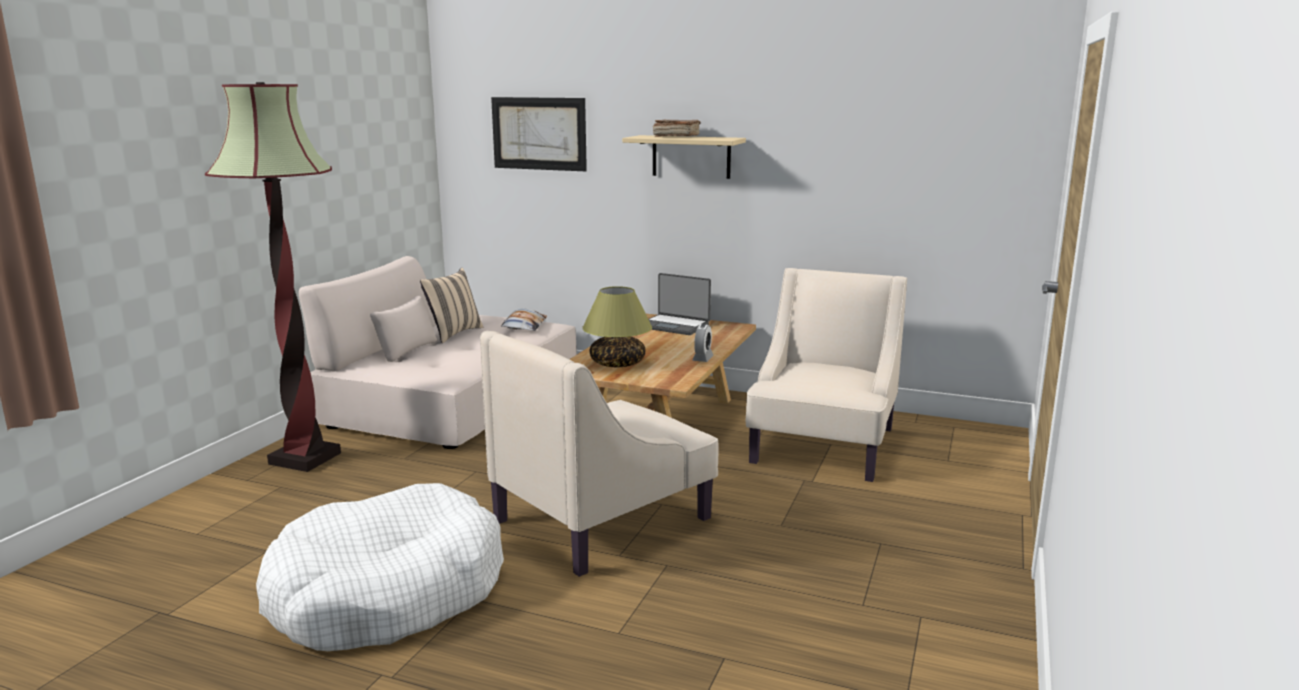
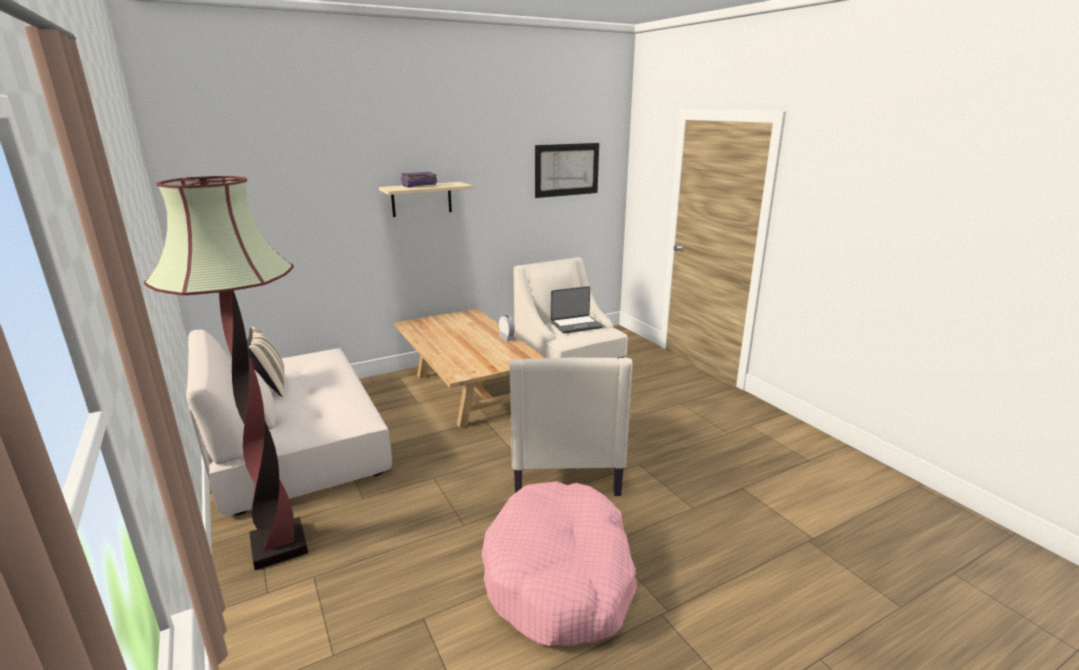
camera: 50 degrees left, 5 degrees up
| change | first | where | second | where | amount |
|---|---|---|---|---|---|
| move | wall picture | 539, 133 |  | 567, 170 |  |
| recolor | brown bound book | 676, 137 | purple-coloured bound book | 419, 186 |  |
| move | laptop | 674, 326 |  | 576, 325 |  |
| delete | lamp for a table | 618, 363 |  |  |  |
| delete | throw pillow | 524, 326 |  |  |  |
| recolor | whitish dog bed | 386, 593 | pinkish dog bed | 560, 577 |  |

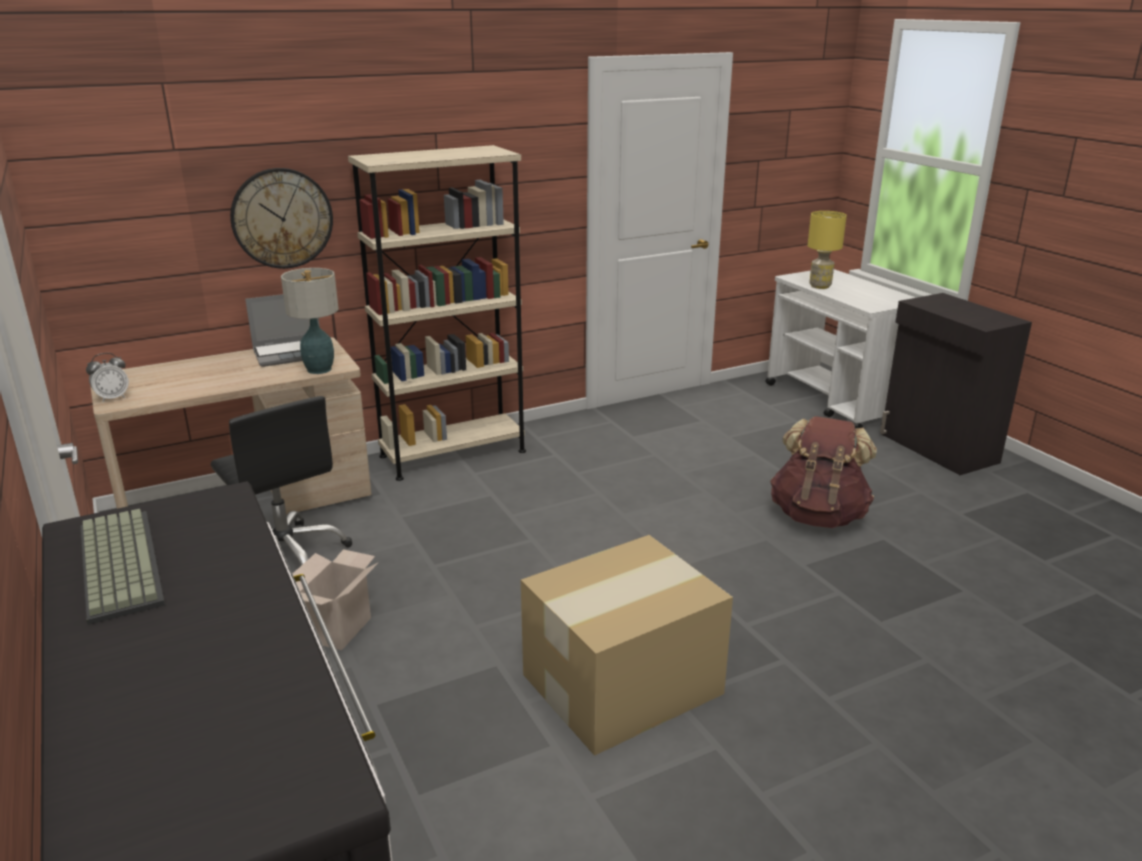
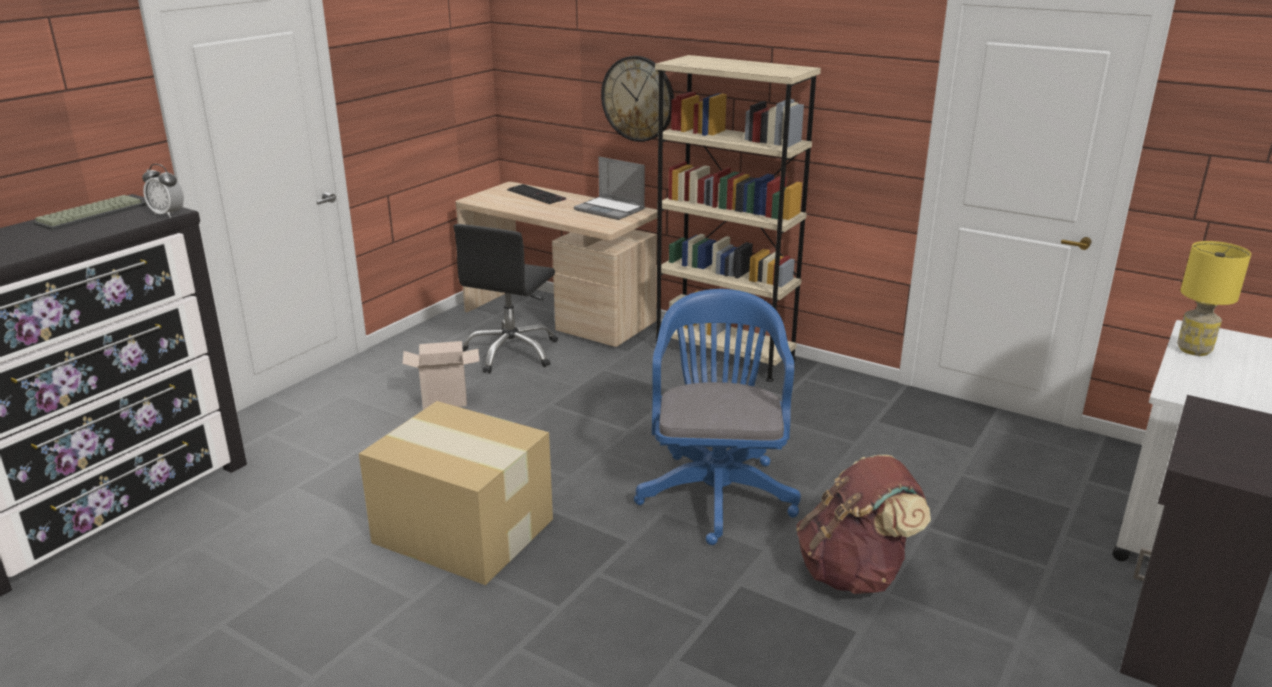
camera: 60 degrees right, 0 degrees up
| change | first | where | second | where | amount |
|---|---|---|---|---|---|
| delete | lamp for a table | 318, 369 |  |  |  |
| move | bedside clock | 112, 398 |  | 167, 214 |  |
| insert |  |  | keyboard | 537, 194 |  |
| insert |  |  | blue desk chair | 716, 491 |  |

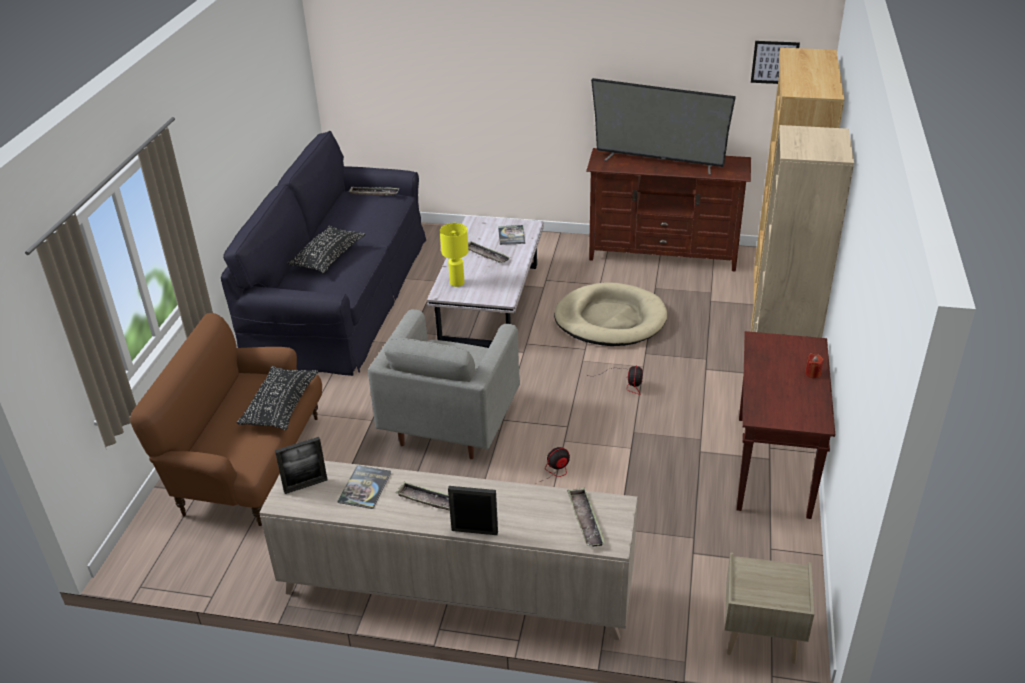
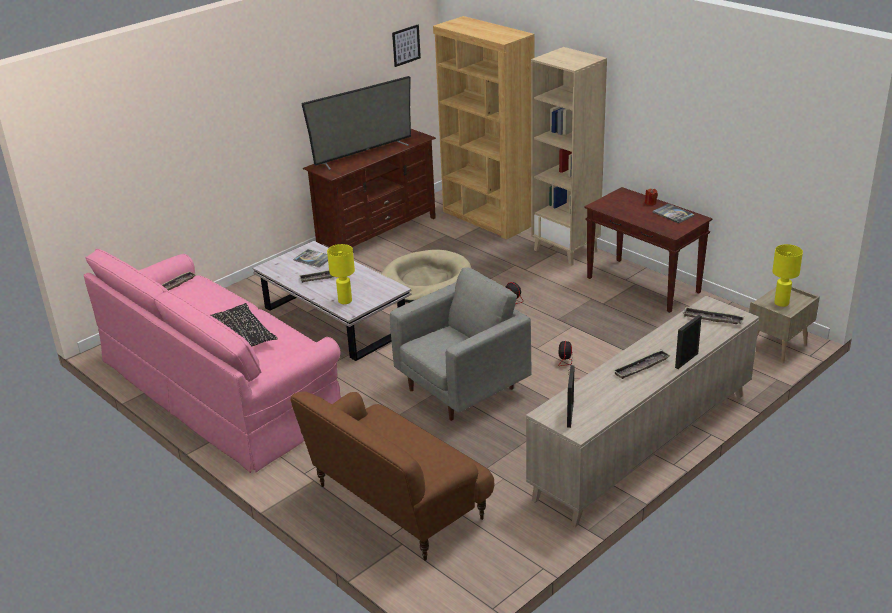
camera: 55 degrees left, 5 degrees down
| change | first | where | second | where | amount |
|---|---|---|---|---|---|
| recolor | black-coloured sofa | 341, 297 | pinkish sofa | 221, 387 |  |
| rotate | grey easy chair | 450, 424 |  | 462, 389 | 90 degrees counterclockwise |
| delete | black-coloured throw pillow | 280, 406 |  |  |  |
| move | bound book | 365, 487 |  | 673, 214 |  |
| insert |  |  | yellow-coloured lamp for a table | 781, 303 |  |

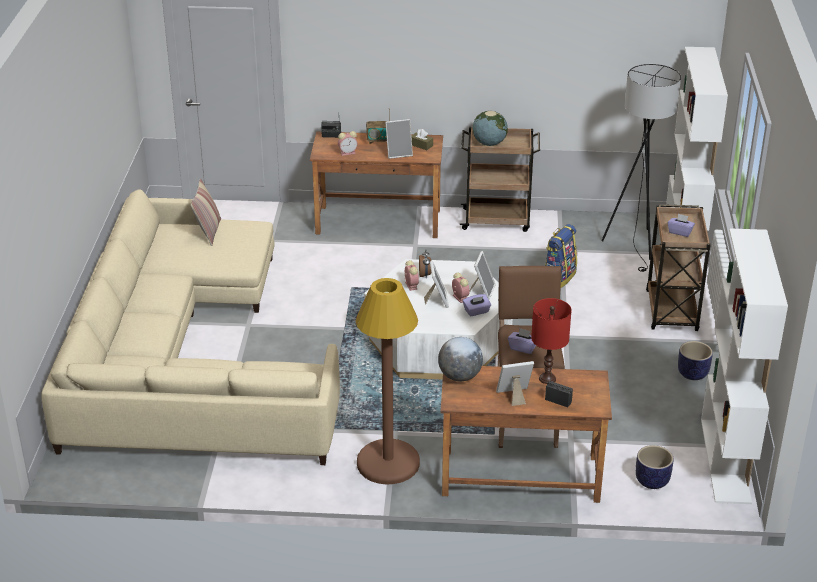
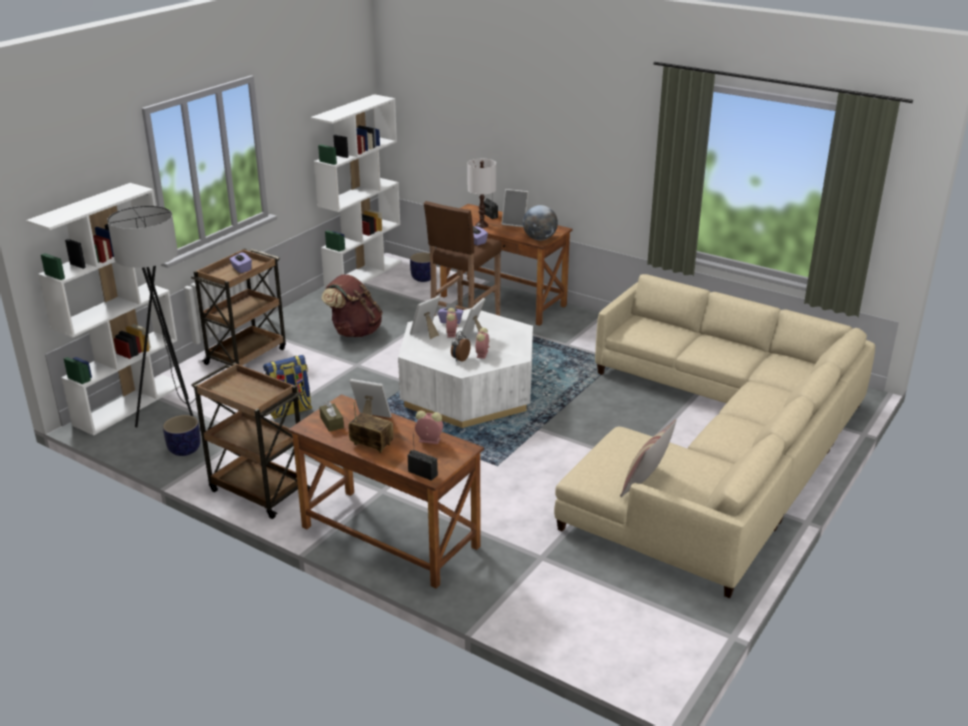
camera: 150 degrees left, 5 degrees down
| change | first | where | second | where | amount |
|---|---|---|---|---|---|
| delete | desk globe | 489, 143 |  |  |  |
| delete | brown floor lamp | 388, 463 |  |  |  |
| recolor | red-coloured lamp for a table | 547, 378 | whitish lamp for a table | 482, 225 |  |
| move | planter | 693, 374 |  | 184, 449 |  |
| insert |  |  | brown knapsack | 354, 332 |  |

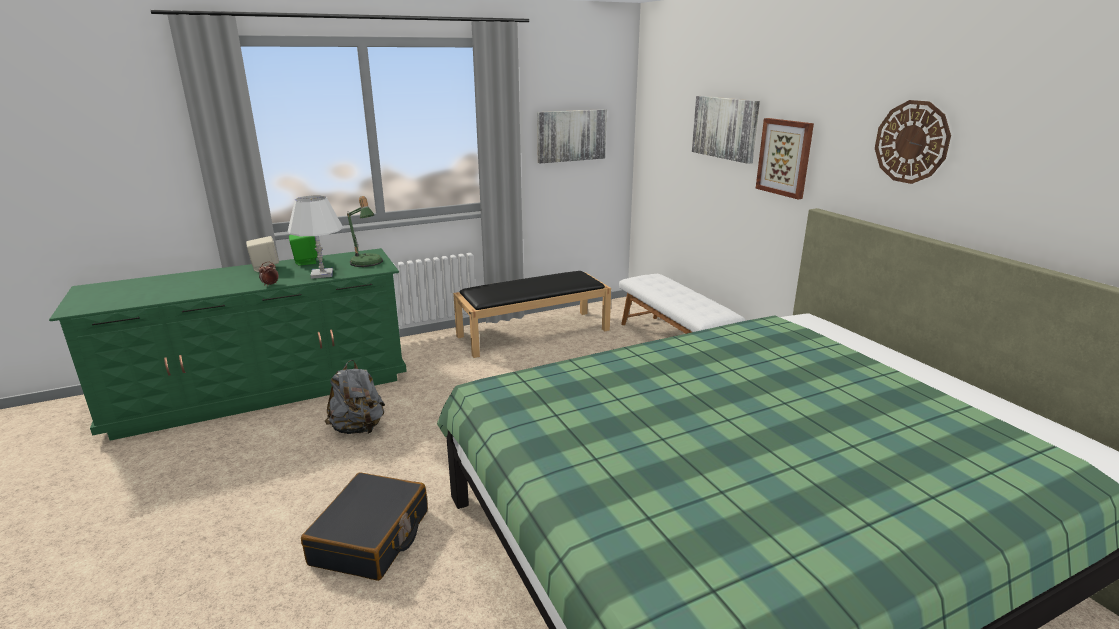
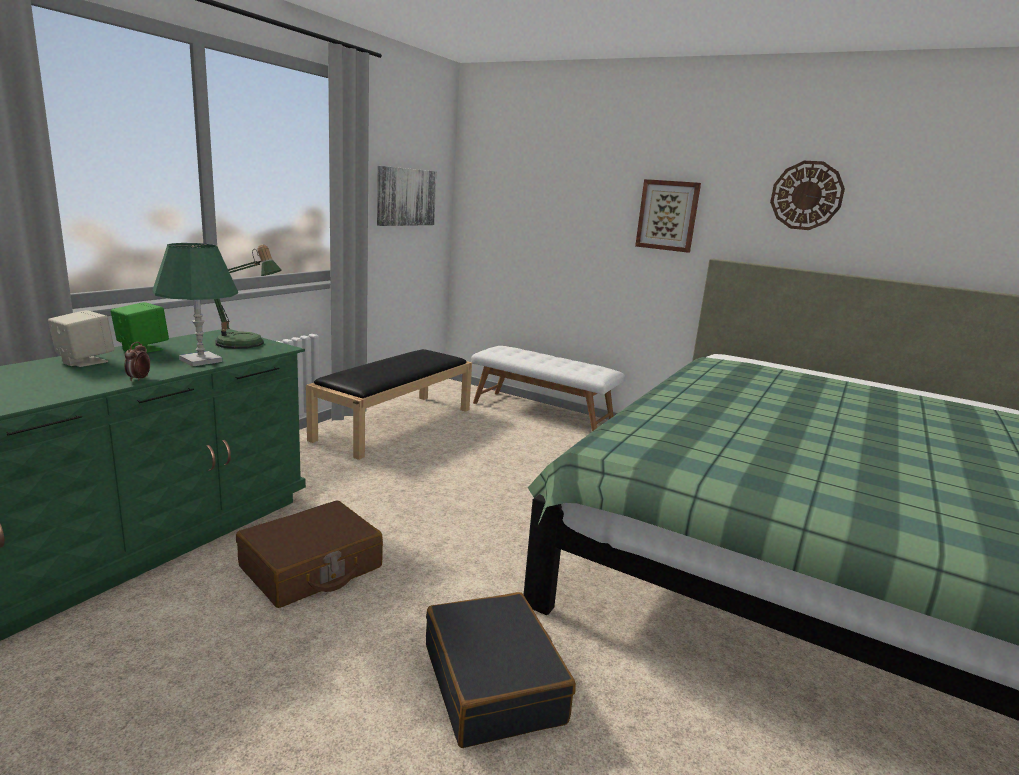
camera: 35 degrees left, 5 degrees down
| change | first | where | second | where | amount |
|---|---|---|---|---|---|
| delete | wall picture | 725, 128 |  |  |  |
| recolor | whitish lamp for a table | 322, 274 | green-coloured lamp for a table | 201, 360 |  |
| replace | grey knapsack | 358, 428 | brown piece of luggage | 311, 568 |  |

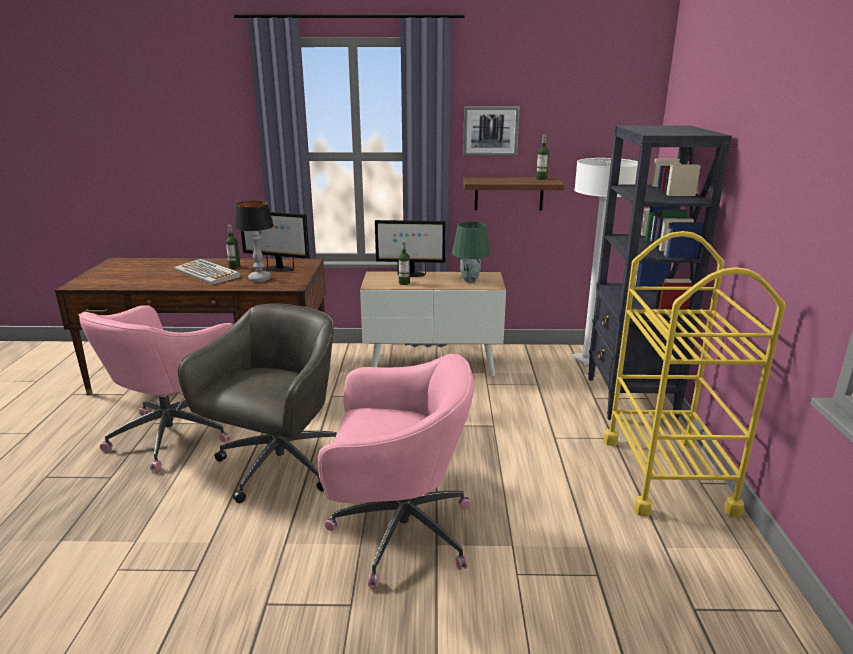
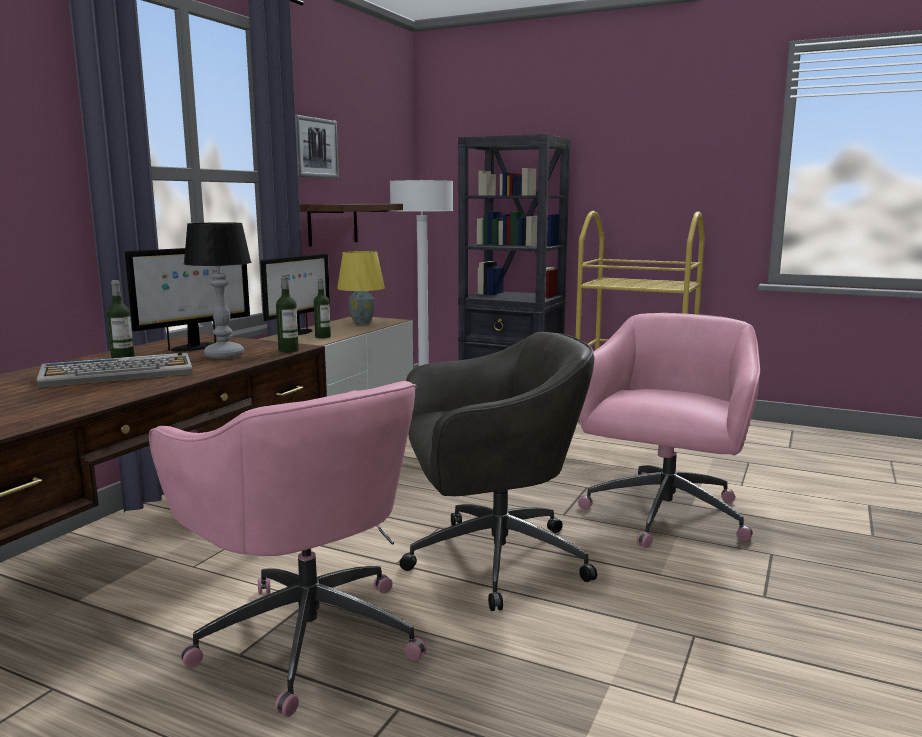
camera: 65 degrees left, 10 degrees down
| change | first | where | second | where | amount |
|---|---|---|---|---|---|
| move | beverage bottle | 541, 179 |  | 288, 350 |  |
| recolor | green-coloured lamp for a table | 470, 280 | yellow-coloured lamp for a table | 362, 323 |  |
| rotate | grey desk chair | 278, 466 |  | 492, 560 | 120 degrees clockwise |

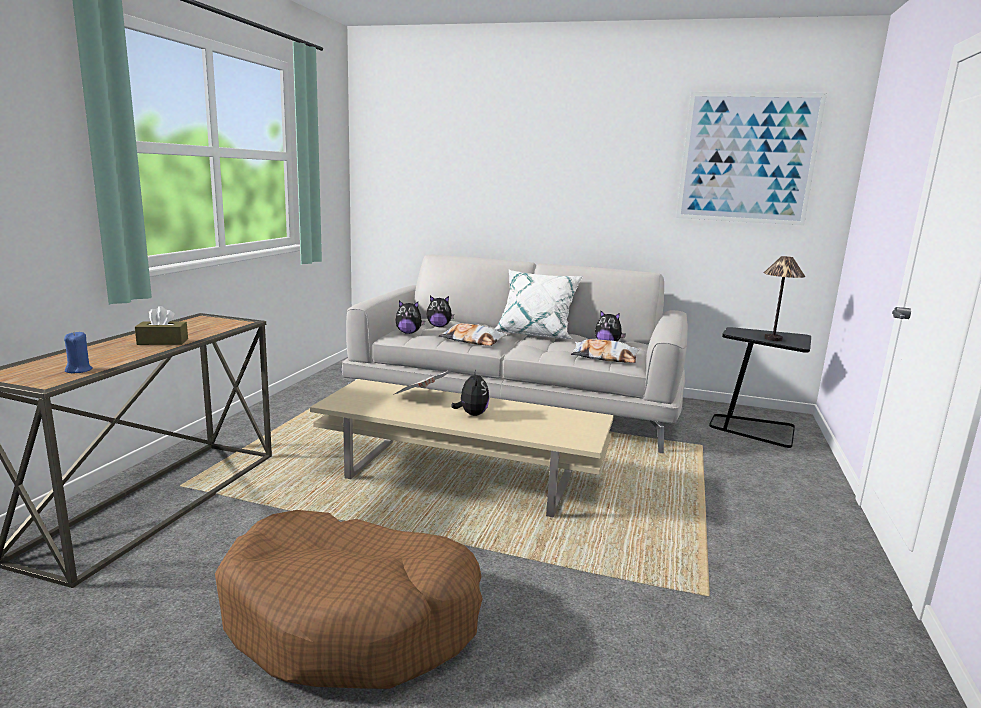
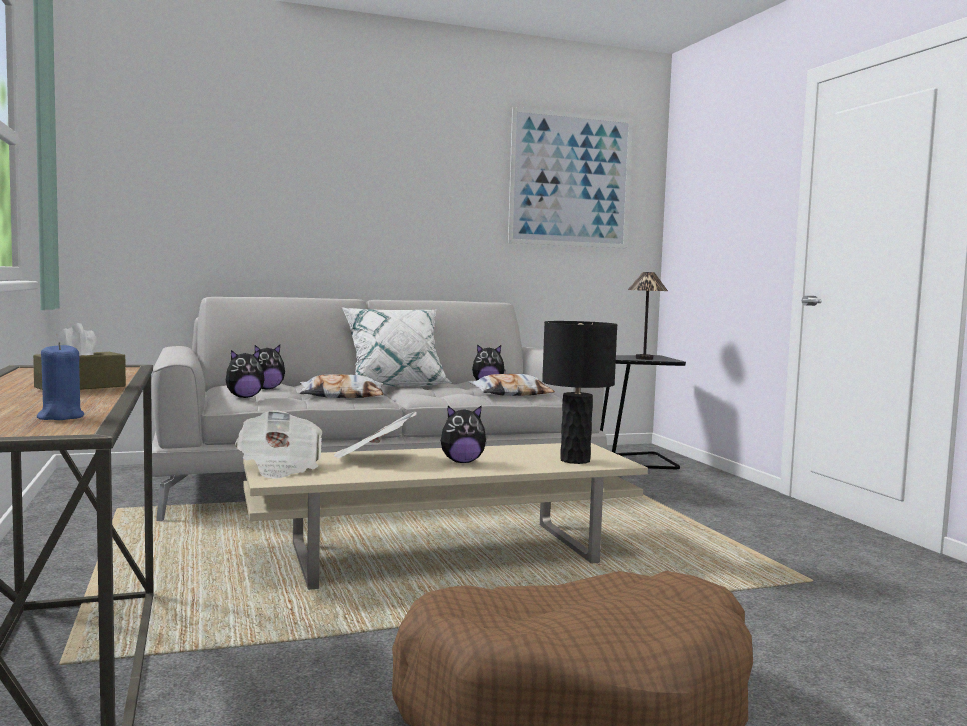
camera: 35 degrees left, 10 degrees down
| change | first | where | second | where | amount |
|---|---|---|---|---|---|
| rotate | plush toy | 471, 414 |  | 462, 462 | 120 degrees clockwise |
| insert |  |  | black-coloured lamp for a table | 575, 460 |  |
| insert |  |  | newspaper | 279, 468 |  |

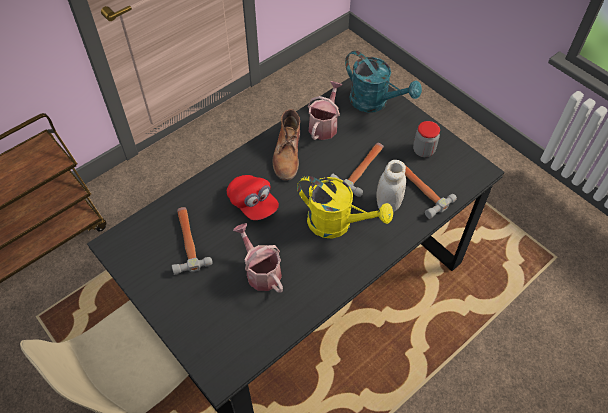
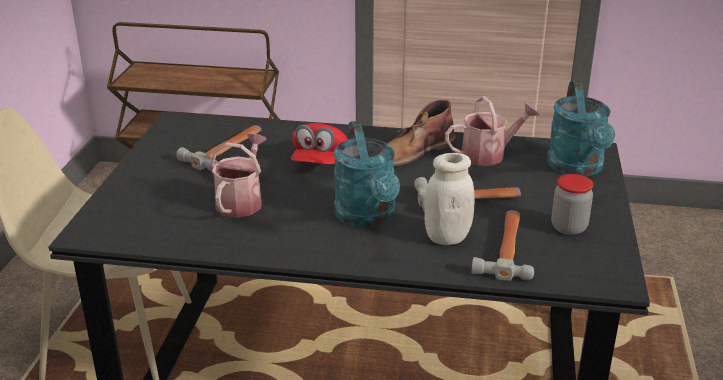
camera: 50 degrees right, 25 degrees down
| change | first | where | second | where | amount |
|---|---|---|---|---|---|
| recolor | yellow-coloured watering can | 337, 224 | turquoise-coloured watering can | 368, 217 |  |

